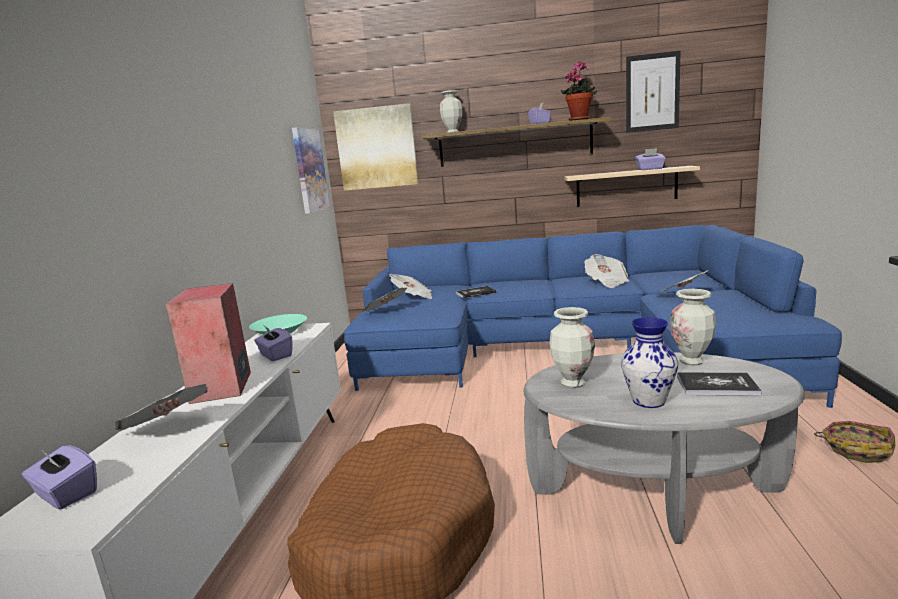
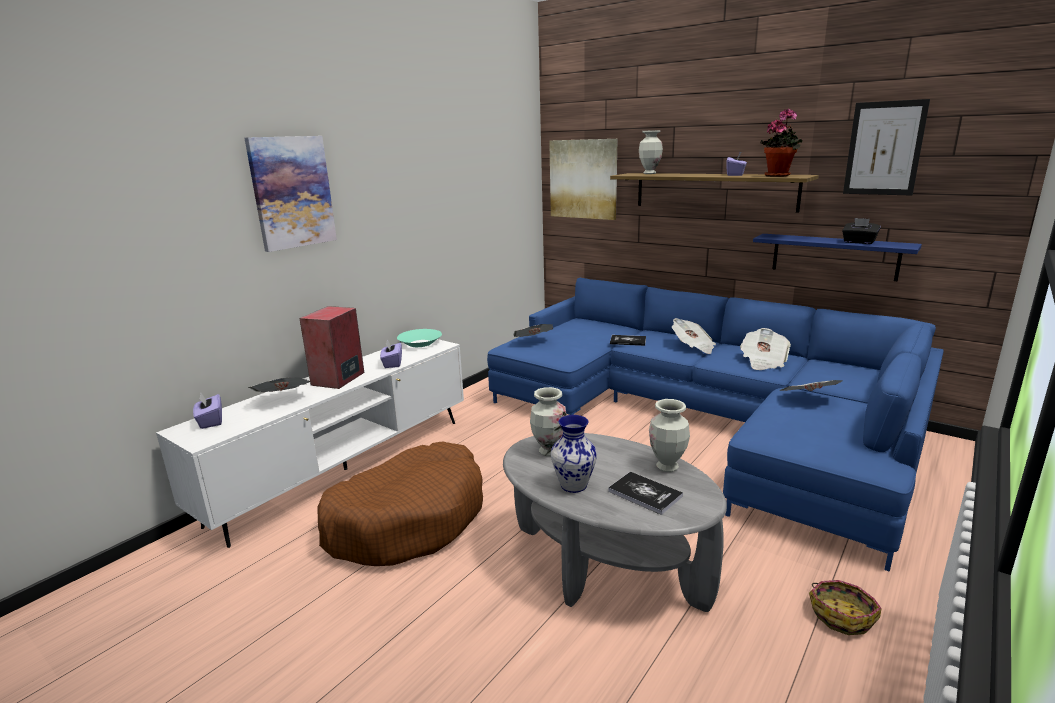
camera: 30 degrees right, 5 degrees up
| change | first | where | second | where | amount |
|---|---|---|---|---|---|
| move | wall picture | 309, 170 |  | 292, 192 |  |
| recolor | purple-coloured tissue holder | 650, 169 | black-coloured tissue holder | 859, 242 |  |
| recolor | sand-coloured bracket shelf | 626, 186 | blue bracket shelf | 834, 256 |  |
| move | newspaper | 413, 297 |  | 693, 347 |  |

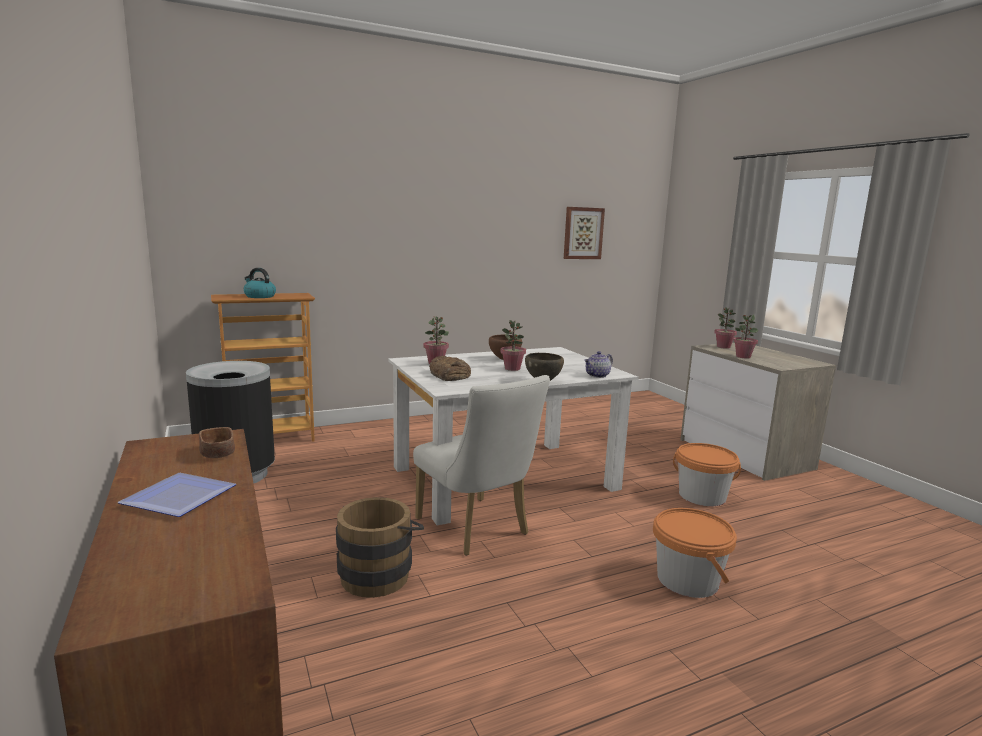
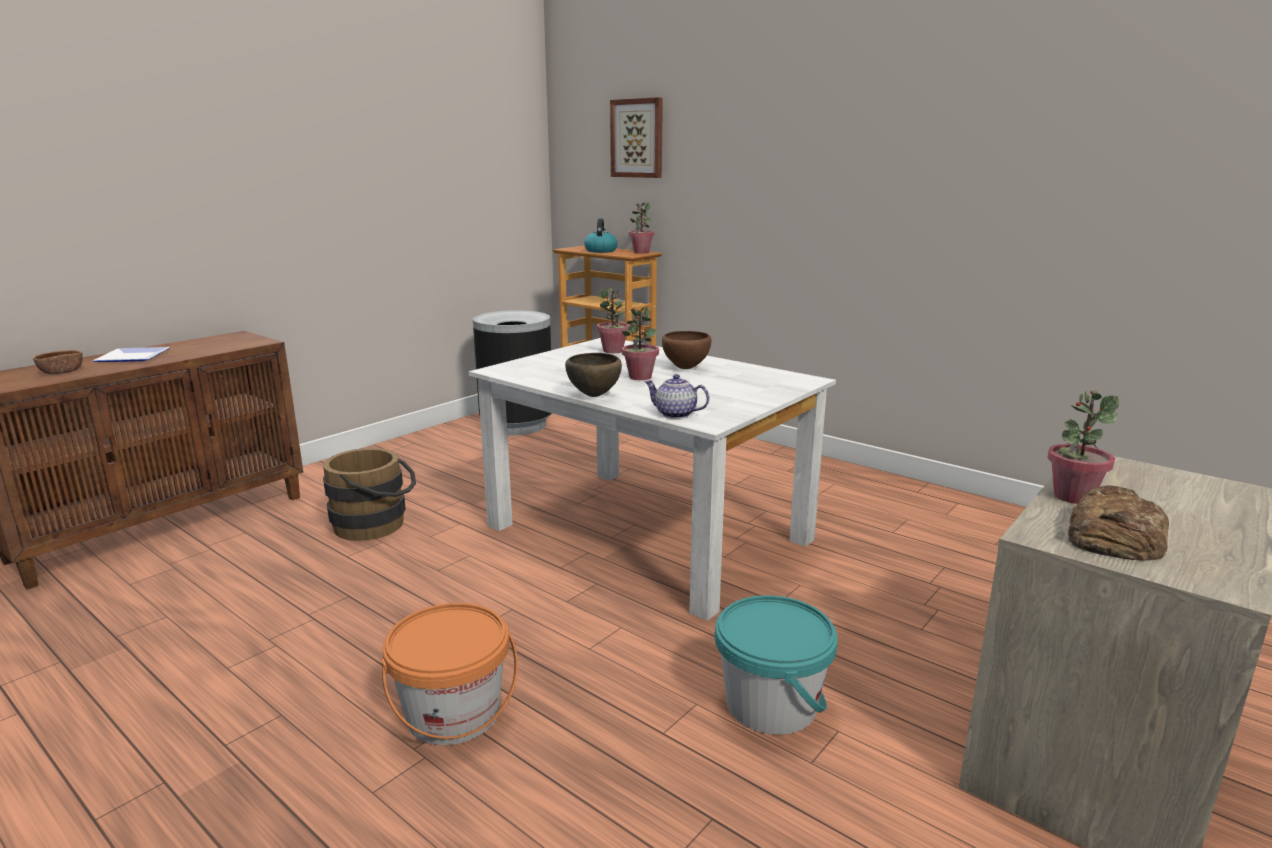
camera: 65 degrees right, 5 degrees up
| change | first | where | second | where | amount |
|---|---|---|---|---|---|
| move | wall picture | 583, 233 |  | 637, 138 |  |
| move | potted plant | 723, 347 |  | 641, 252 |  |
| move | baked bread | 449, 375 |  | 1114, 536 |  |
| delete | whitish plain chair | 477, 529 |  |  |  |
| move | brown serving bowl | 217, 454 |  | 61, 372 |  |
| recolor | orange pail | 702, 496 | turquoise-coloured pail | 771, 704 |  |

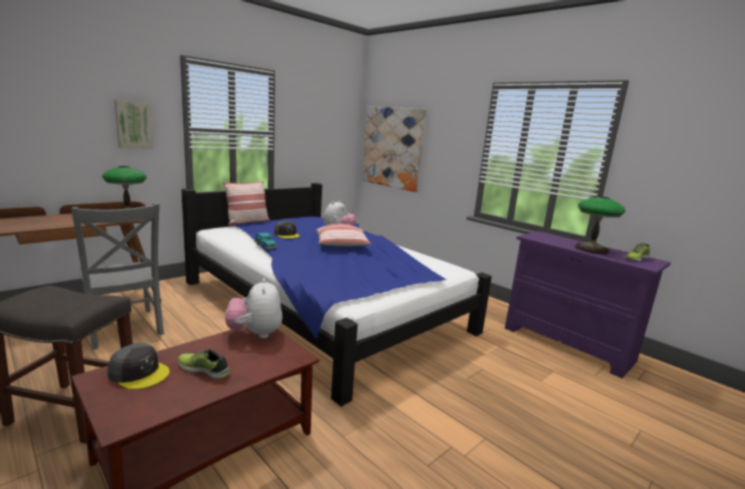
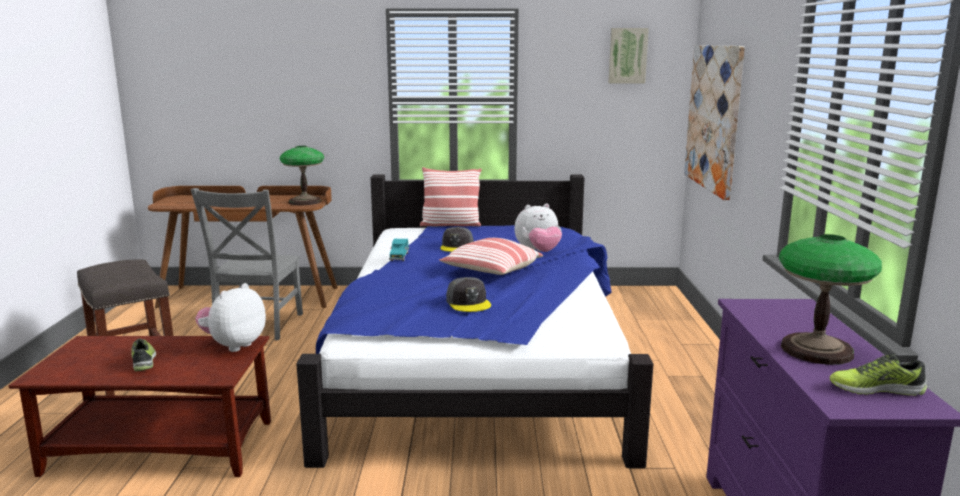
camera: 45 degrees right, 0 degrees up
| change | first | where | second | where | amount |
|---|---|---|---|---|---|
| move | wall picture | 133, 125 |  | 627, 55 |  |
| move | grey peaked cap | 139, 373 |  | 468, 302 |  |

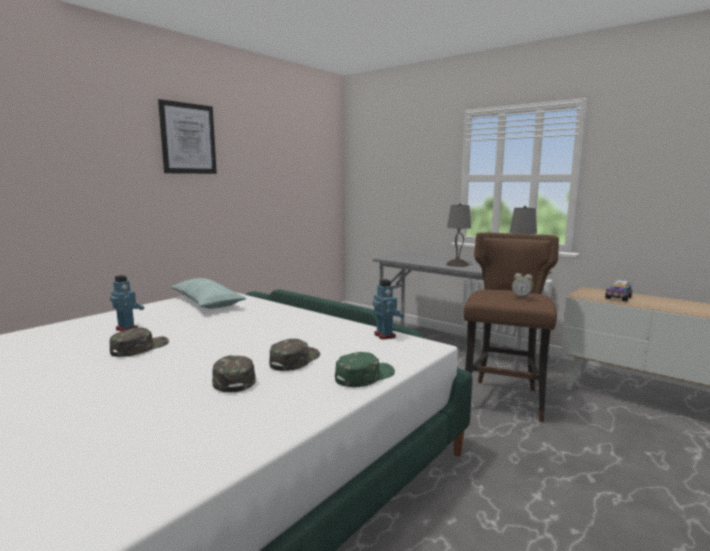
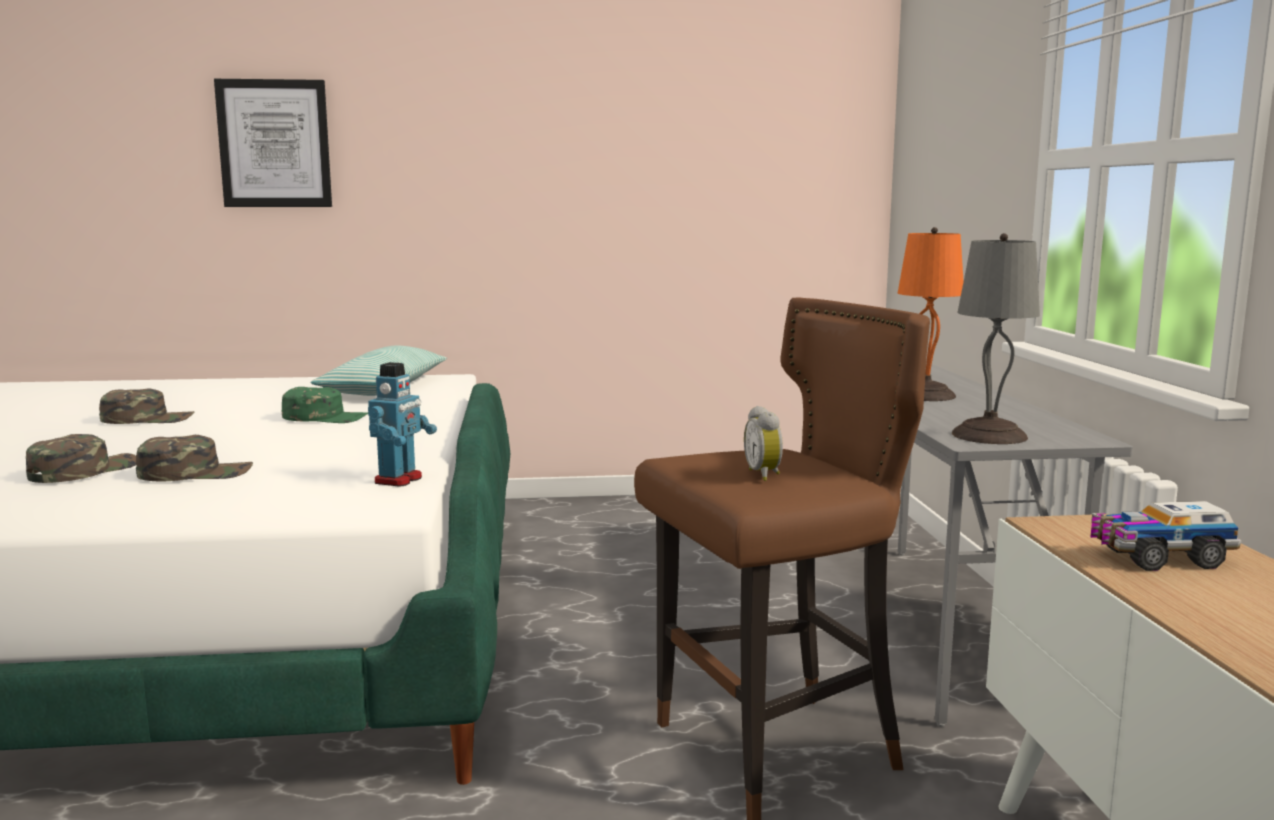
camera: 45 degrees right, 0 degrees up
| change | first | where | second | where | amount |
|---|---|---|---|---|---|
| move | wall picture | 188, 138 |  | 274, 144 |  |
| recolor | grey lamp for a table | 457, 264 | orange lamp for a table | 925, 395 |  |
| delete | model robot | 127, 329 |  |  |  |
| move | green-coloured peaked cap | 364, 376 |  | 325, 417 |  |

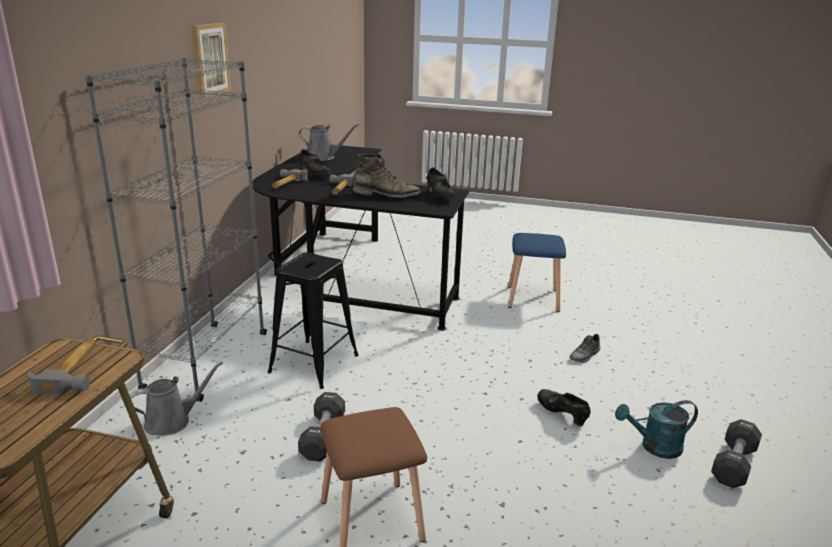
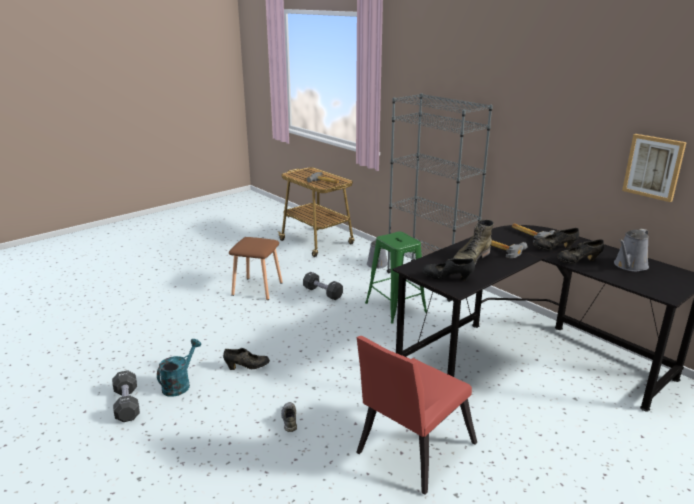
camera: 125 degrees right, 0 degrees up
| change | first | where | second | where | amount |
|---|---|---|---|---|---|
| move | wall picture | 210, 59 |  | 653, 167 |  |
| replace | blue stool seat | 533, 299 | red-coloured plain chair | 410, 451 |  |
| recolor | black-coloured stool seat | 313, 364 | green-coloured stool seat | 395, 307 |  |
| insert |  |  | black-coloured shoe | 578, 262 |  |

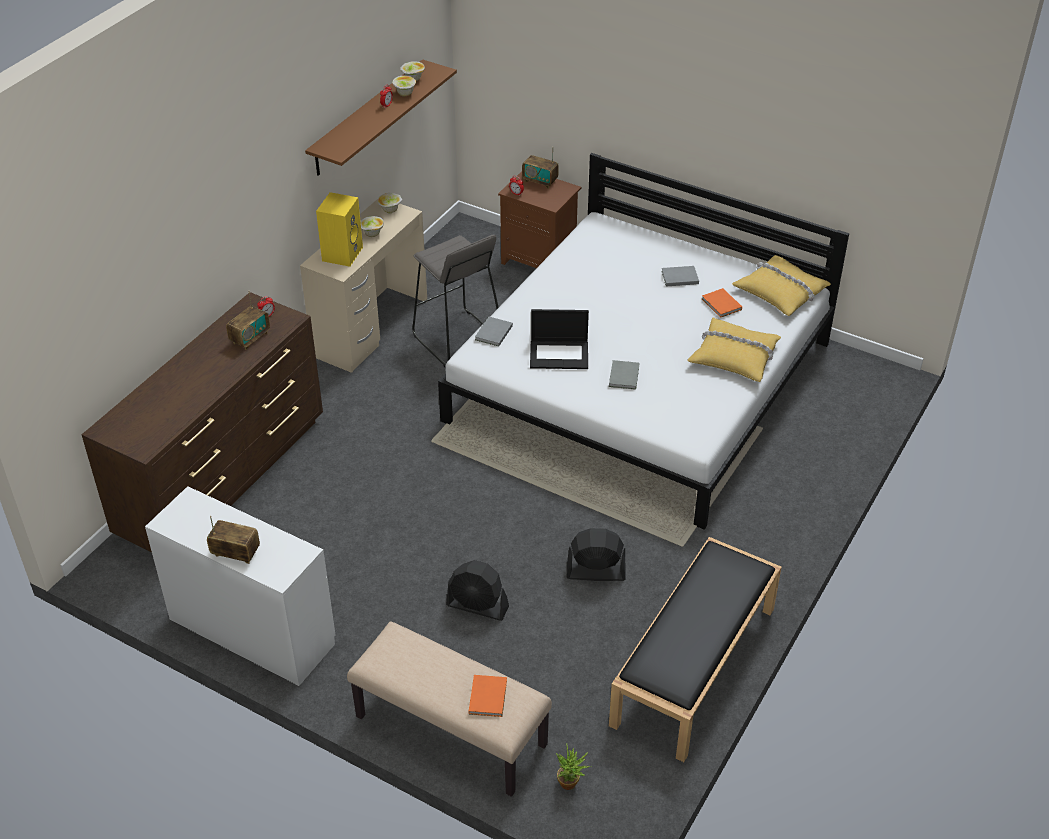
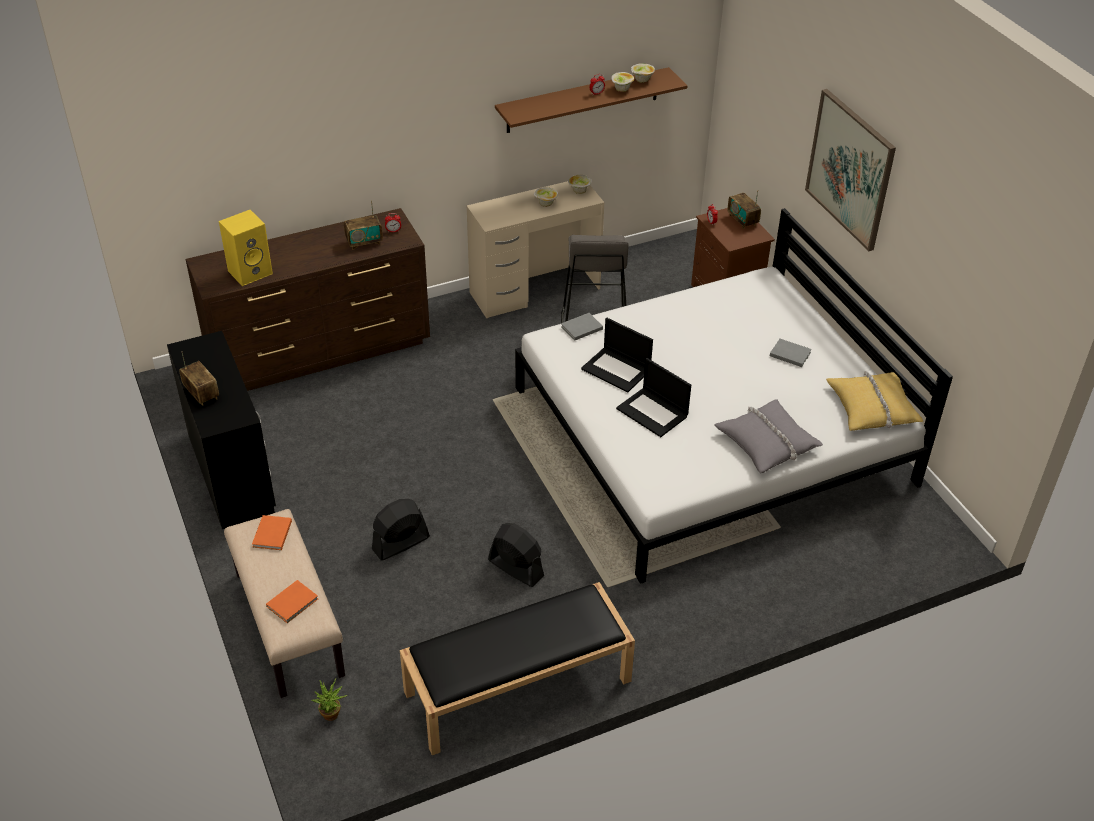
camera: 35 degrees right, 0 degrees up
| change | first | where | second | where | amount |
|---|---|---|---|---|---|
| move | yellow-coloured loudspeaker | 342, 253 |  | 250, 271 |  |
| move | orange bound book | 721, 305 |  | 271, 535 |  |
| recolor | yellow-coloured throw pillow | 734, 356 | grey throw pillow | 767, 442 |  |
| replace | grey bound book | 624, 375 | laptop | 653, 412 |  |
| recolor | whitish desk | 251, 631 | black-coloured desk | 230, 472 |  |
| rotate | black-coloured cooling fan | 477, 606 |  | 400, 543 | 90 degrees clockwise |
| insert |  |  | wall picture | 850, 169 |  |

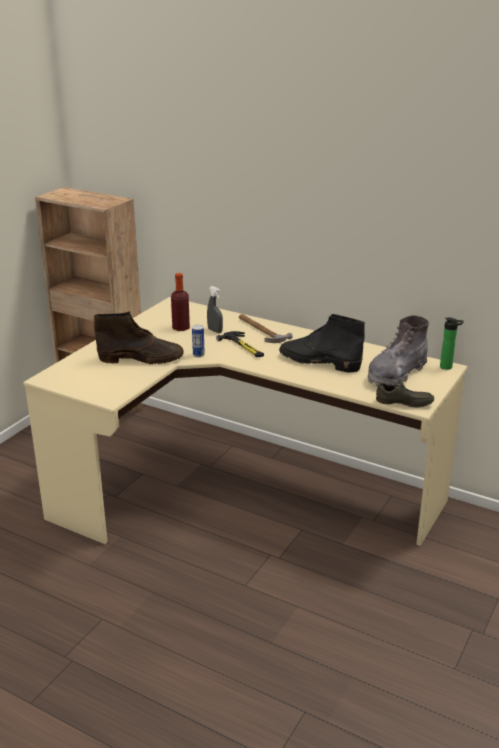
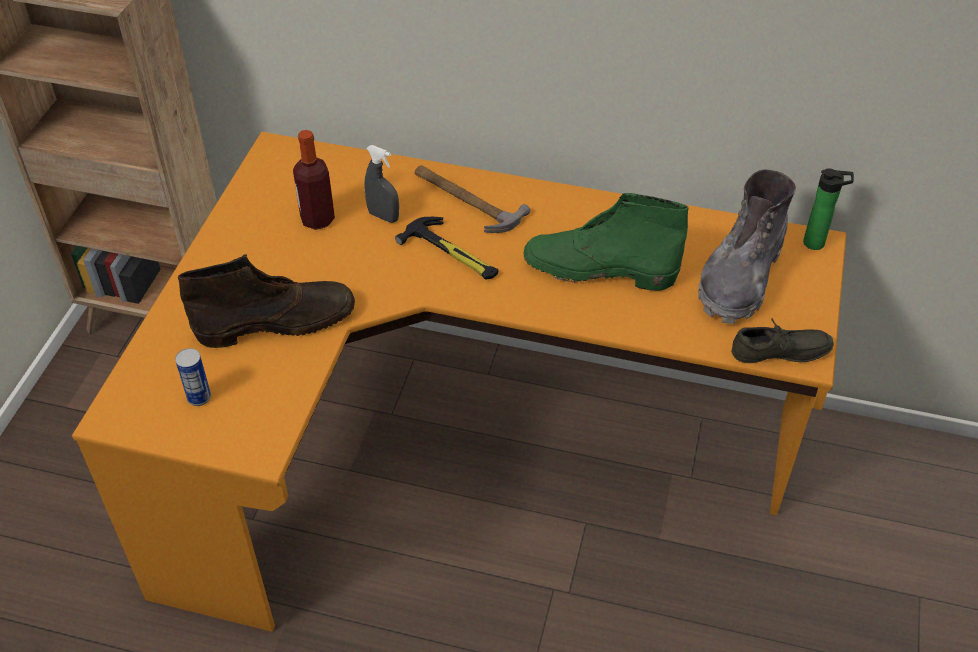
camera: 15 degrees left, 20 degrees up
| change | first | where | second | where | amount |
|---|---|---|---|---|---|
| recolor | sand-coloured desk | 241, 487 | orange desk | 458, 451 |  |
| recolor | black-coloured high-top boot | 318, 362 | green-coloured high-top boot | 598, 269 |  |
| move | metal can | 198, 355 |  | 199, 397 |  |

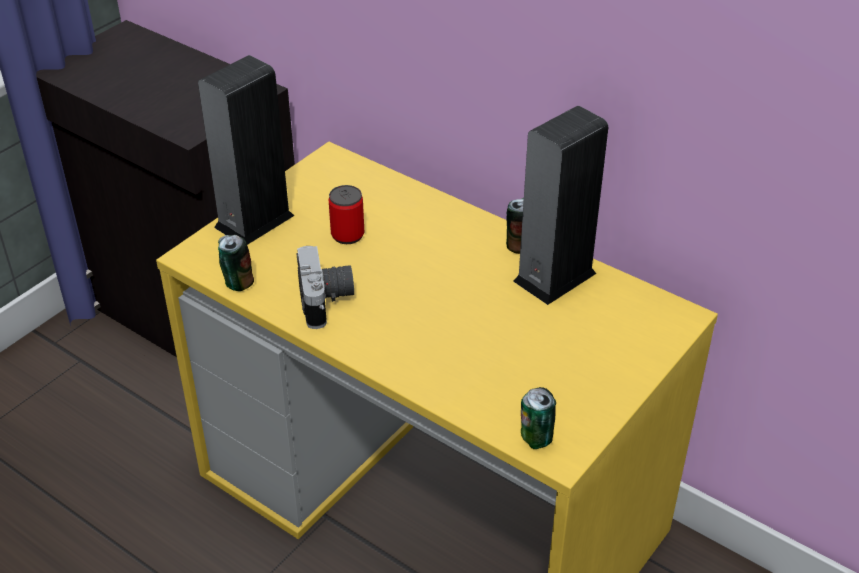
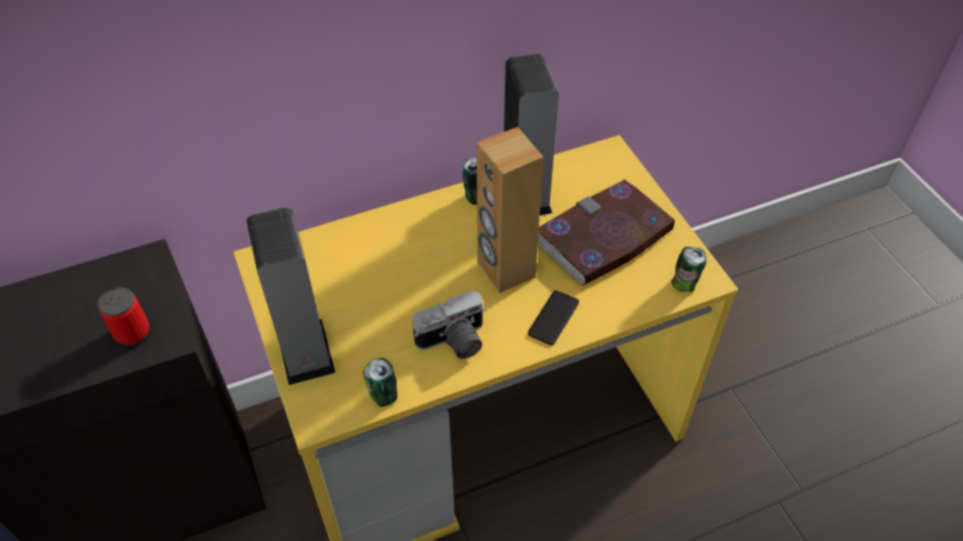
camera: 60 degrees left, 10 degrees up
| change | first | where | second | where | amount |
|---|---|---|---|---|---|
| move | metal can | 347, 235 |  | 132, 332 |  |
| rotate | still camera | 327, 301 |  | 454, 342 | 135 degrees clockwise |
| insert |  |  | brown loudspeaker | 505, 269 |  |
| insert |  |  | bound book | 603, 237 |  |
| insert |  |  | telephone | 553, 318 |  |

